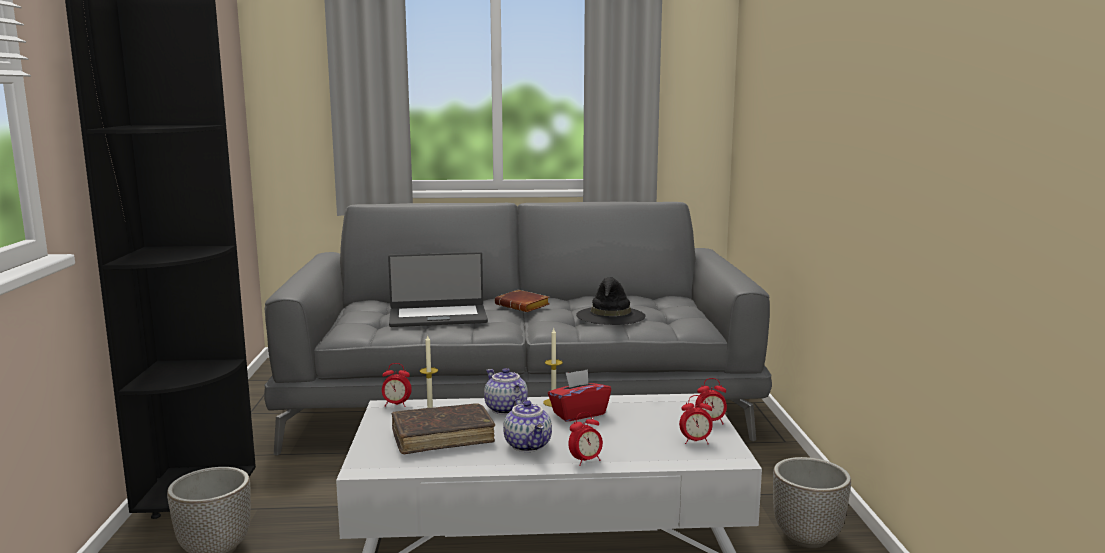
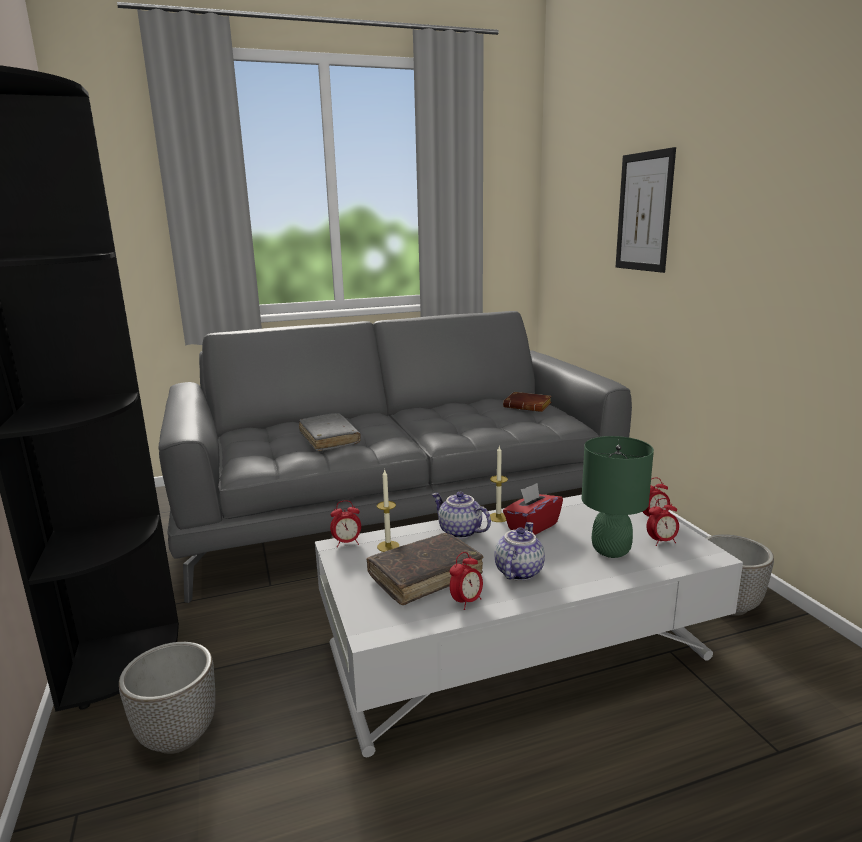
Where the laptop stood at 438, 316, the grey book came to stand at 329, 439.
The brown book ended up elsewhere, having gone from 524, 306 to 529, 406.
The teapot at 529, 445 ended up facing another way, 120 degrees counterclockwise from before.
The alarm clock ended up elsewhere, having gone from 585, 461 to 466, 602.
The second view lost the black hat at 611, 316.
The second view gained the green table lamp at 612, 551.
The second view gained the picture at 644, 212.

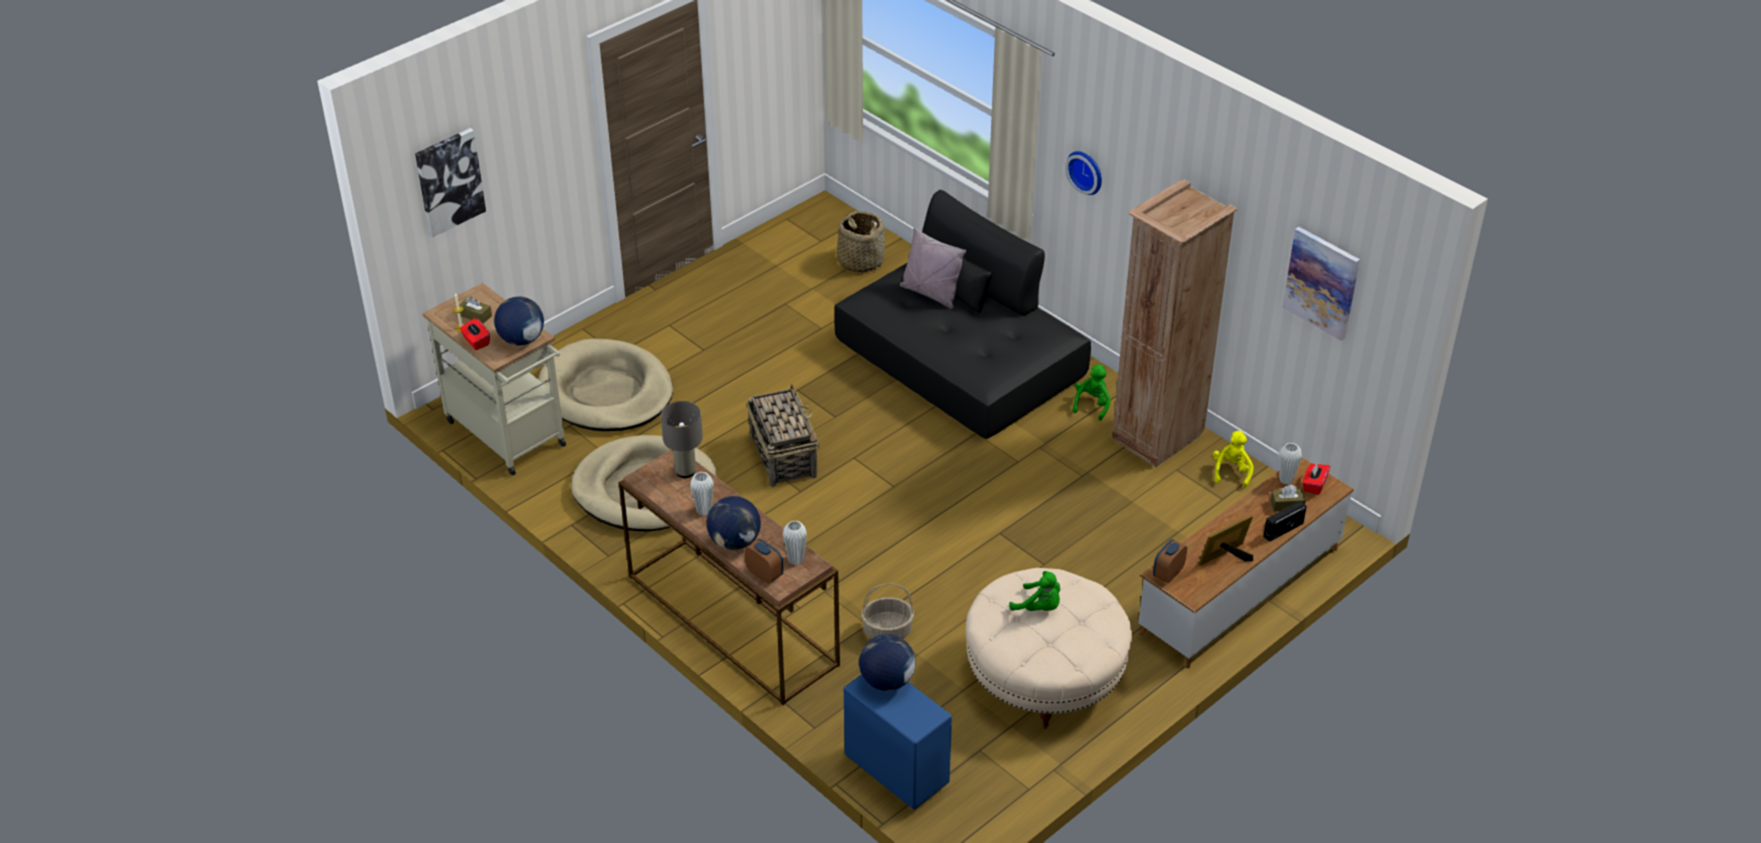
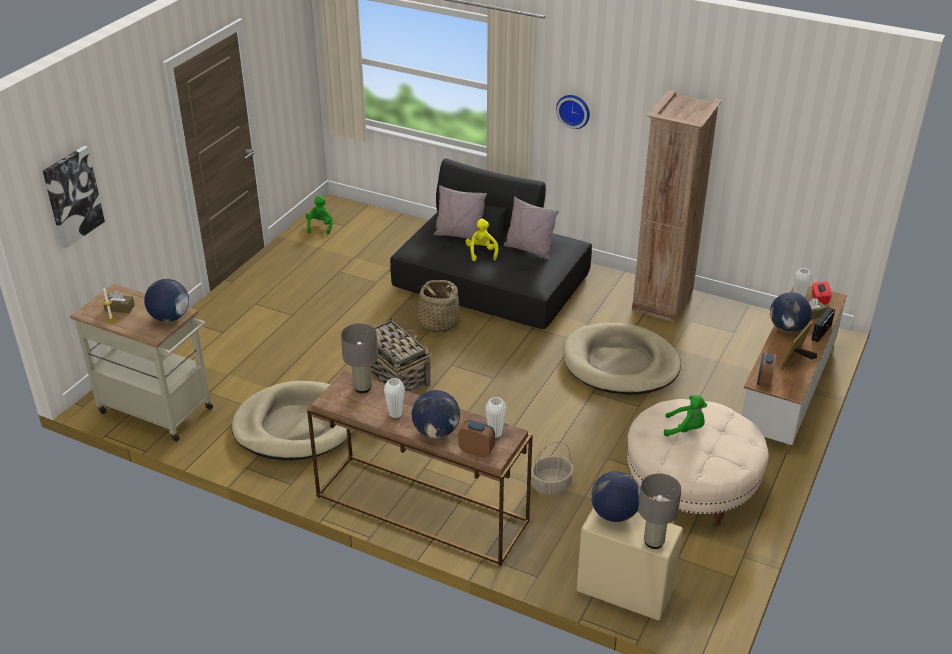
The second view lost the red tissue box at 476, 341.
The beige dog bed ended up elsewhere, having gone from 606, 392 to 620, 364.
The basket ended up elsewhere, having gone from 860, 261 to 438, 323.
What was the blue nightstand at 898, 771 turned into the beige nightstand at 624, 593.
The green plush toy ended up elsewhere, having gone from 1092, 405 to 320, 226.
The yellow plush toy ended up elsewhere, having gone from 1231, 472 to 481, 253.
The second view lost the picture at 1322, 282.
The second view gained the purple pillow at 529, 250.
The second view gained the grey table lamp at 654, 542.
The second view gained the globe at 787, 328.

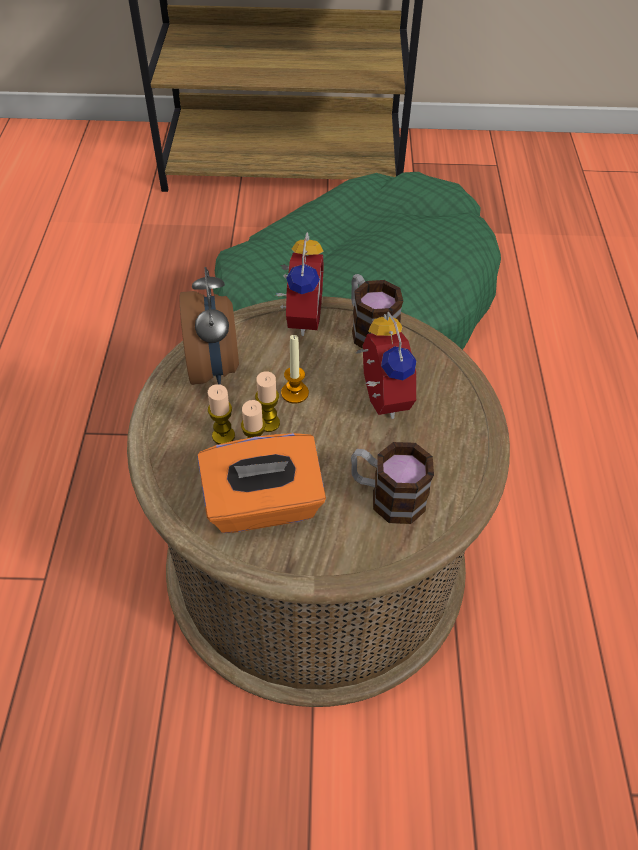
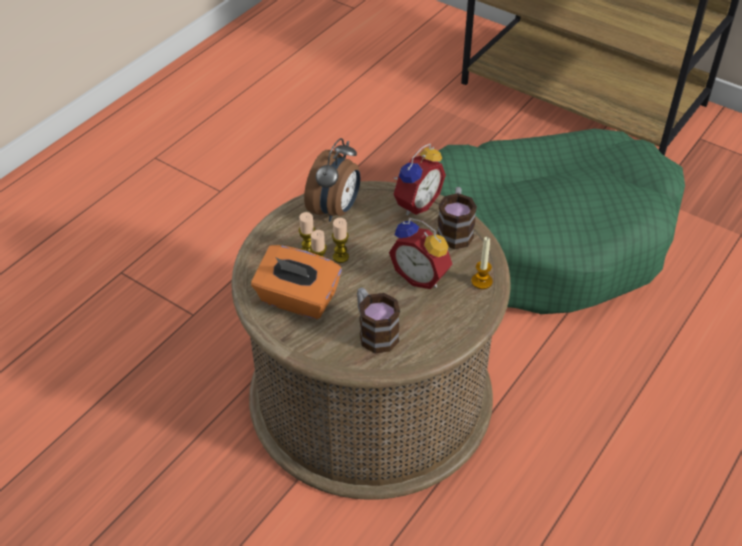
The candle ended up elsewhere, having gone from 294, 393 to 481, 281.
The alarm clock at 379, 399 ended up facing another way, 105 degrees clockwise from before.

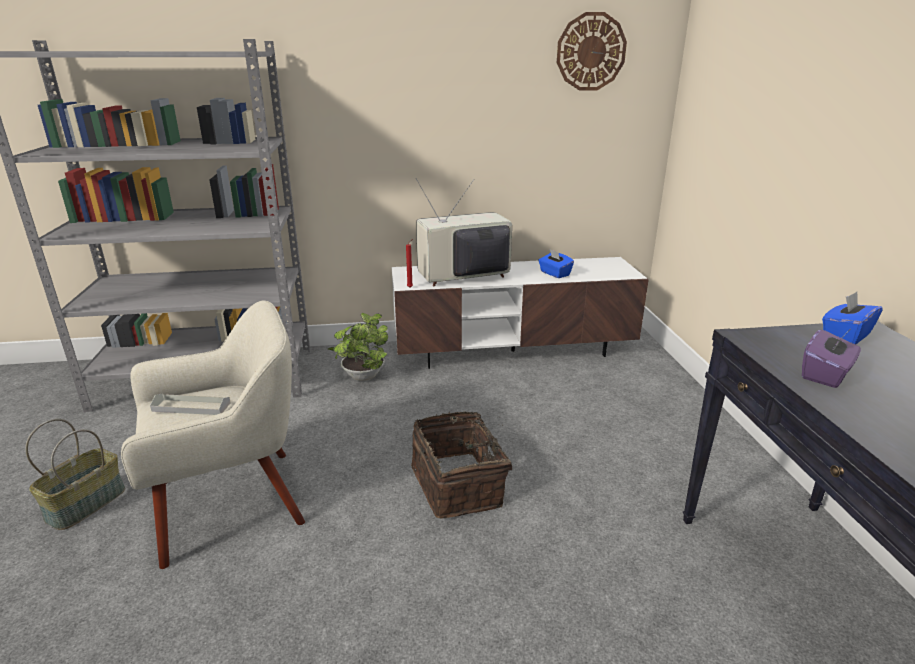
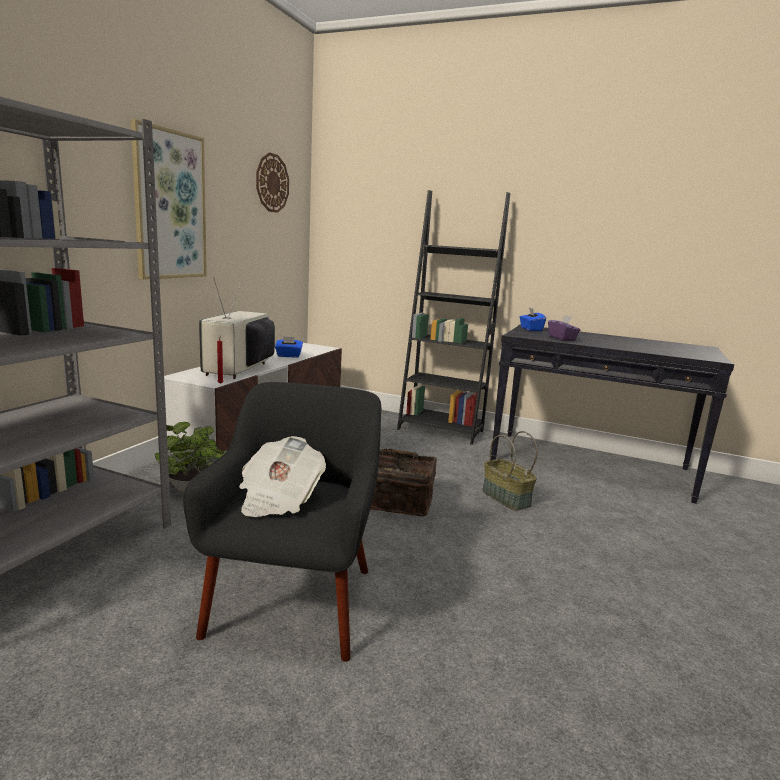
The basket ended up elsewhere, having gone from 86, 503 to 505, 498.
What was the beige armchair at 233, 502 turned into the black armchair at 295, 599.
Where the grey tray stood at 191, 407, the newspaper came to stand at 278, 498.
The second view gained the picture at 169, 205.
The second view gained the black bookcase at 440, 430.

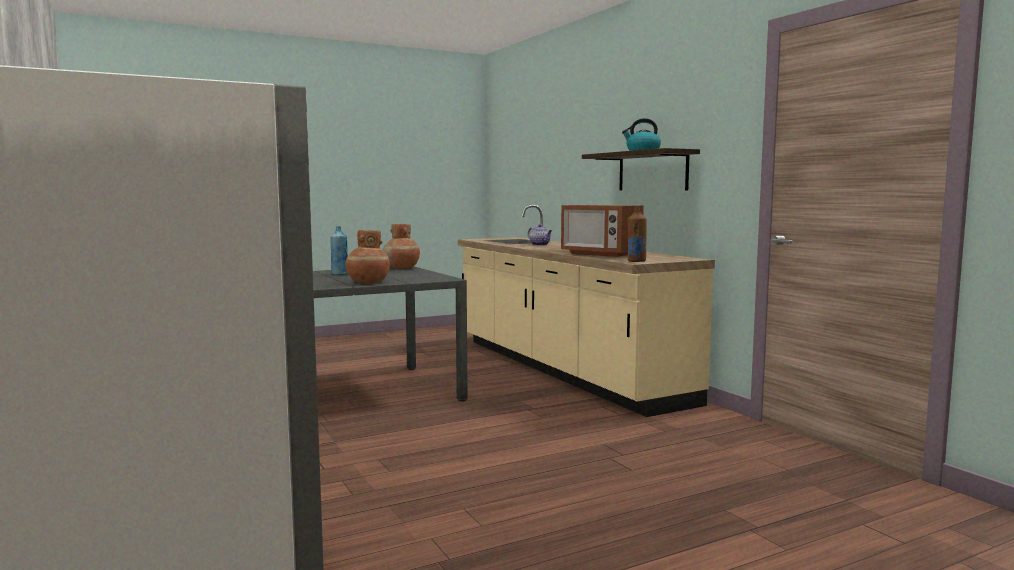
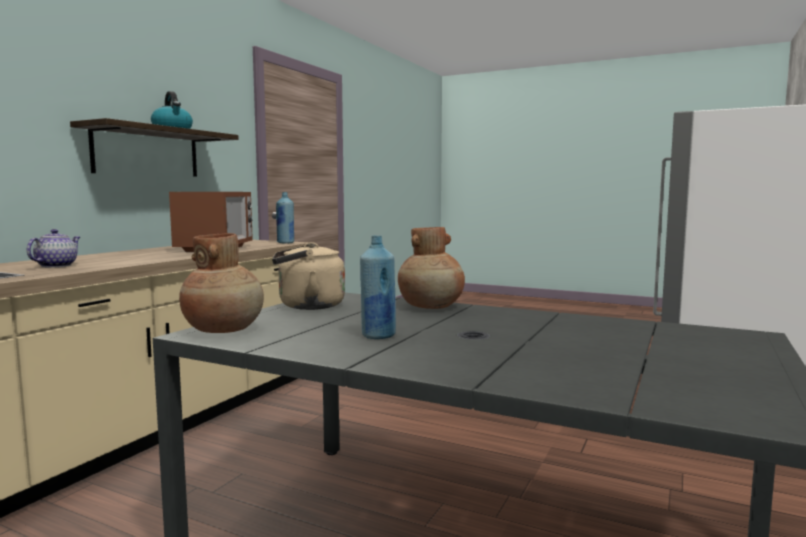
What was the brown bottle at 636, 261 turned into the blue bottle at 285, 243.
The second view gained the beige kettle at 307, 306.

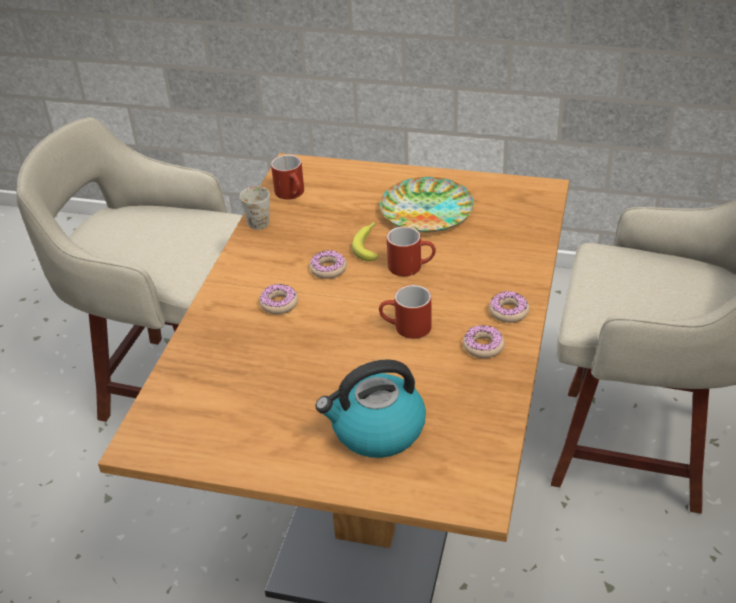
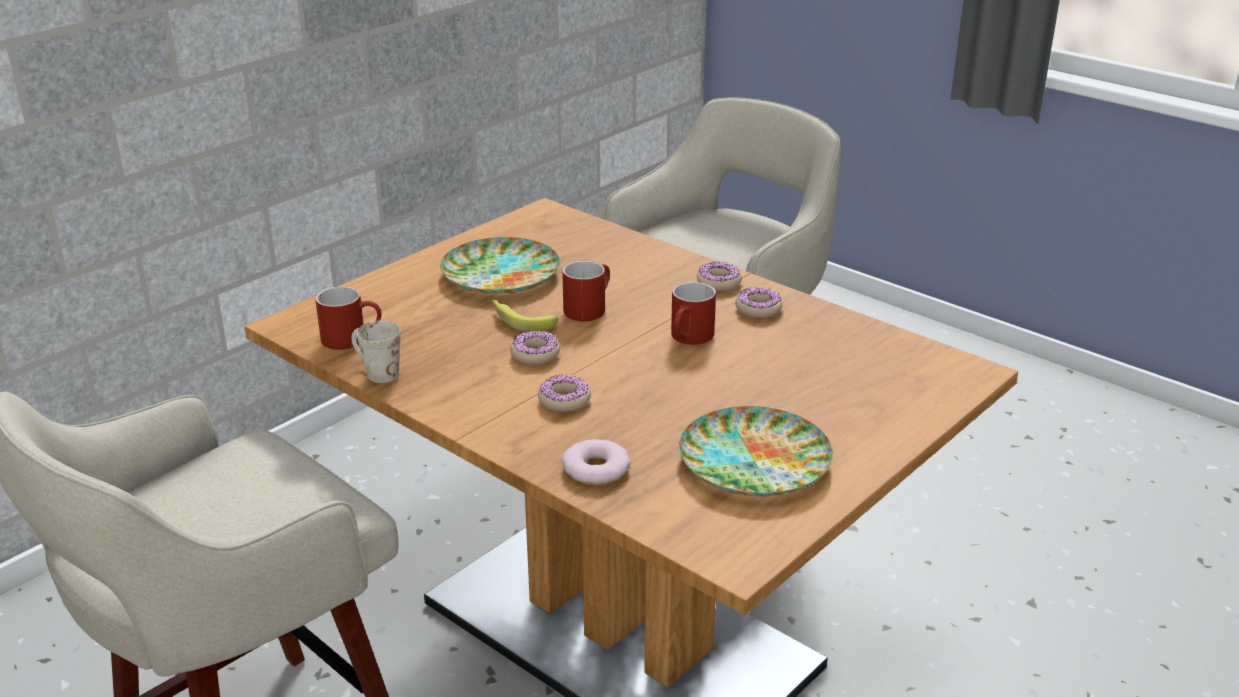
The second view lost the kettle at 376, 430.
The second view gained the donut at 595, 469.
The second view gained the plate at 754, 461.

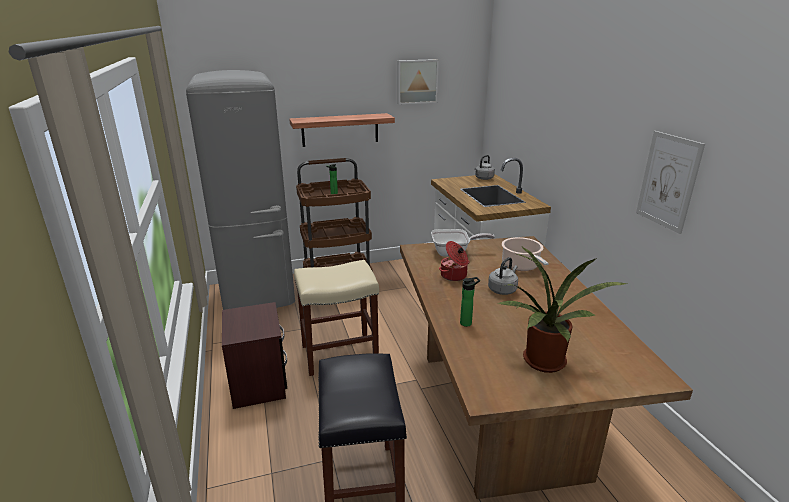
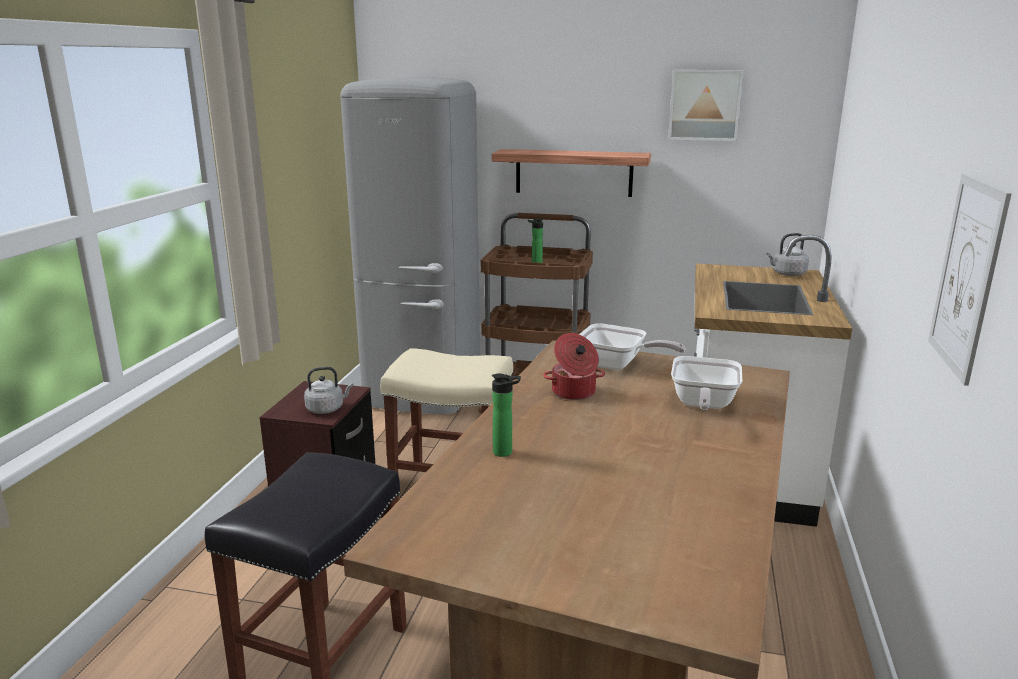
The grey kettle ended up elsewhere, having gone from 503, 289 to 327, 409.
The second view lost the potted plant at 543, 364.
Where the cooking pot stood at 521, 266, the frying pan came to stand at 702, 405.

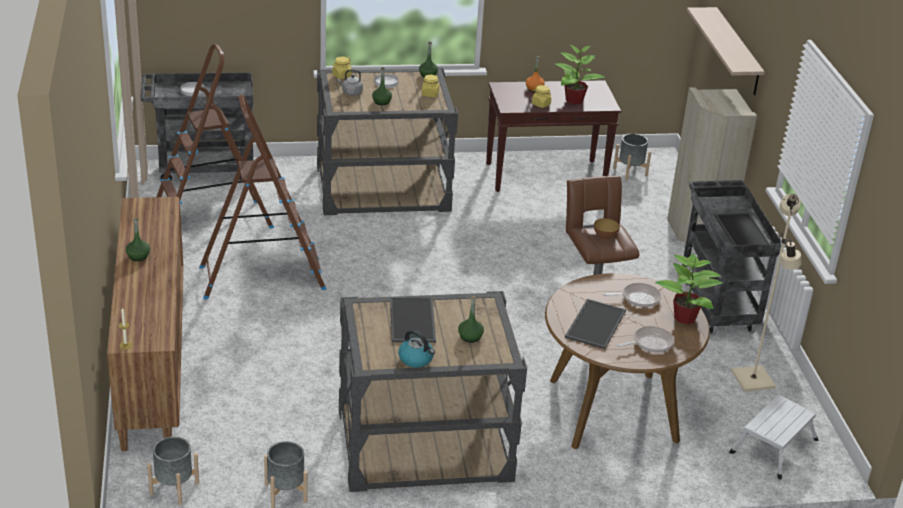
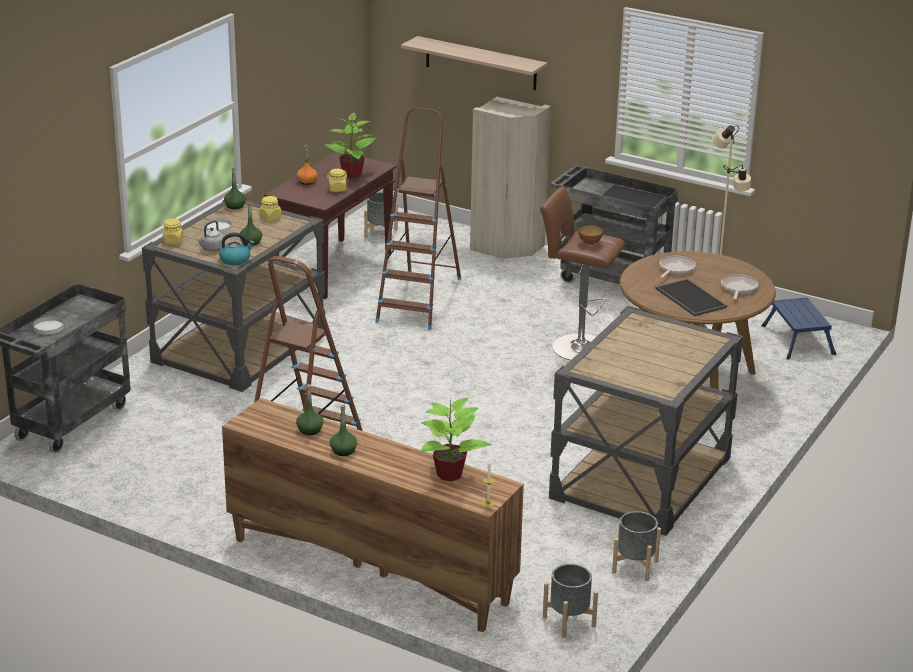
The brown step ladder ended up elsewhere, having gone from 210, 224 to 419, 300.
The second view lost the tray at 413, 320.
The kettle ended up elsewhere, having gone from 416, 359 to 235, 259.
The green bottle ended up elsewhere, having gone from 470, 337 to 310, 430.
The potted plant ended up elsewhere, having gone from 685, 318 to 450, 474.
What was the white step ladder at 773, 446 turned into the blue step ladder at 798, 340.

